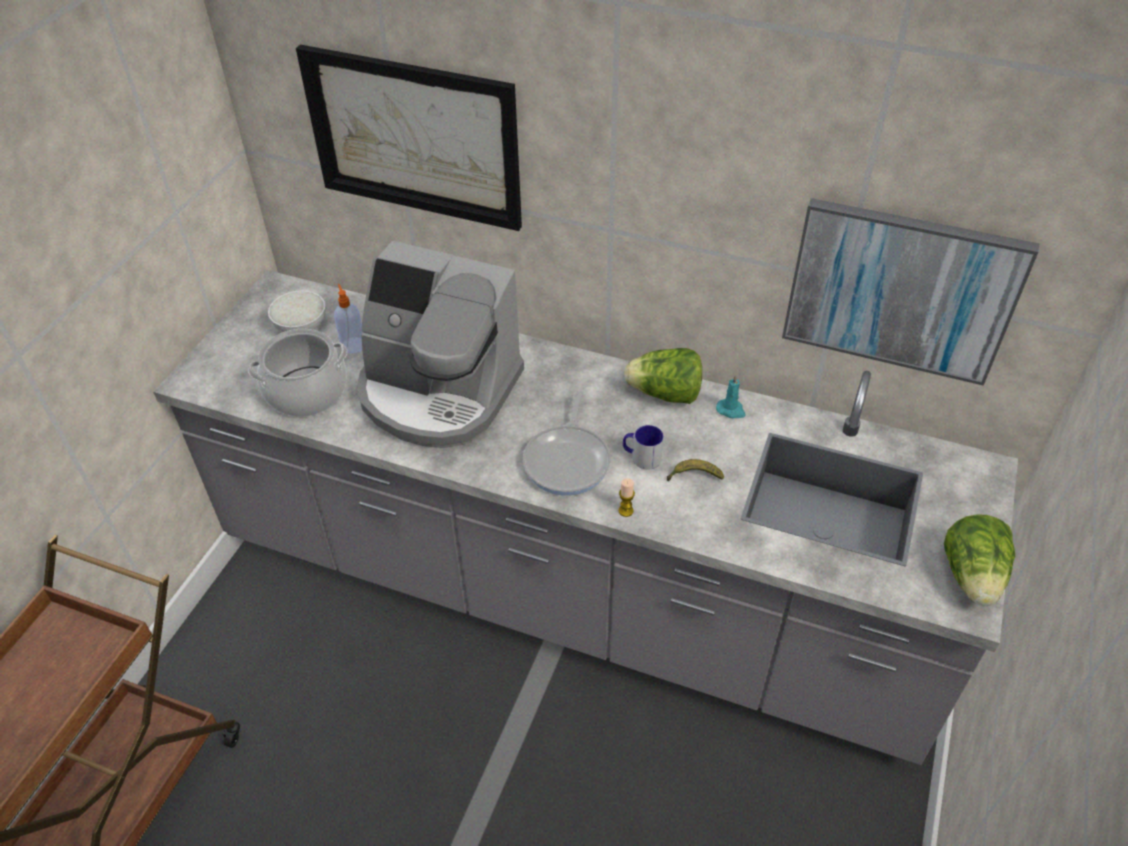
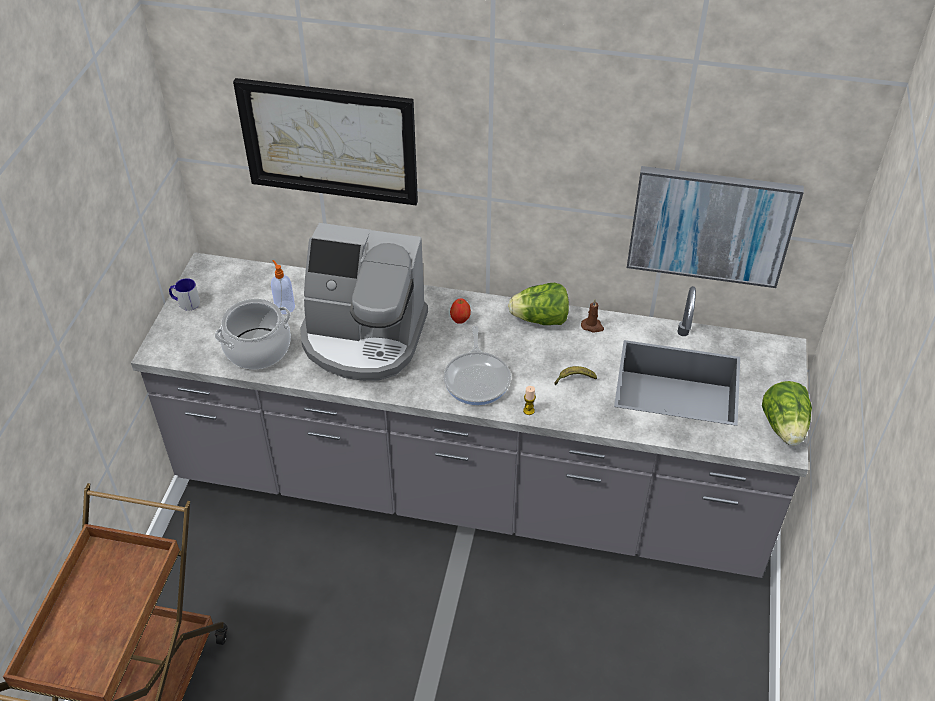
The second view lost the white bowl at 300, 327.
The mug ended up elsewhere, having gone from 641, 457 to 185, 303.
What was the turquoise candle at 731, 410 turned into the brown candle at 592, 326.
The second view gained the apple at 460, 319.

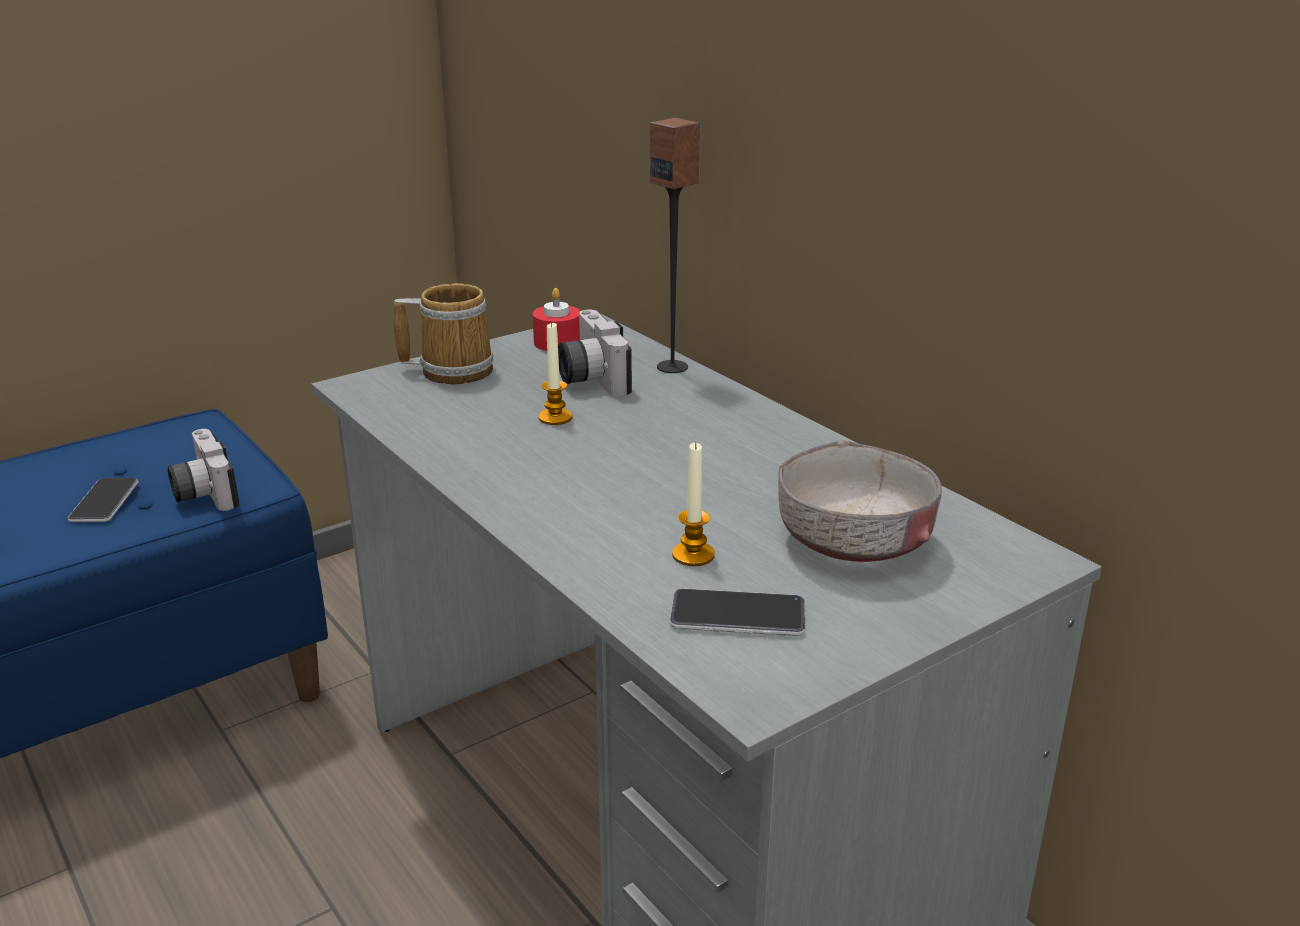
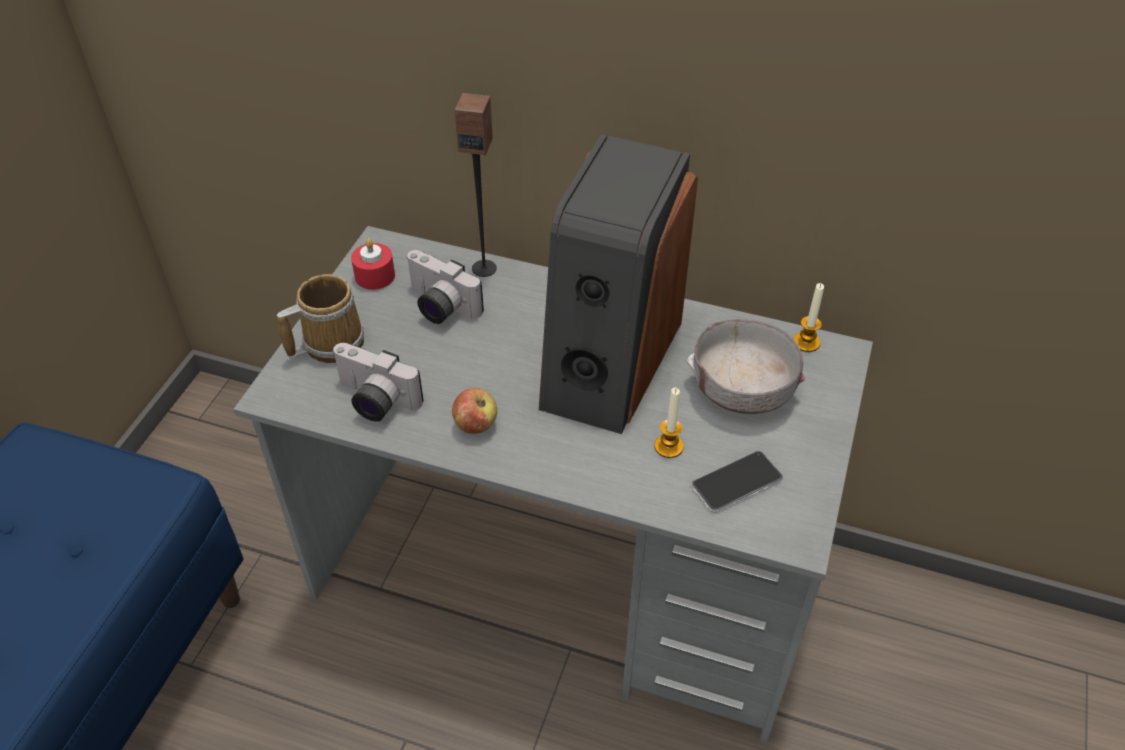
The second view lost the phone at 104, 501.
The photo camera ended up elsewhere, having gone from 202, 493 to 373, 401.
The candle ended up elsewhere, having gone from 555, 417 to 806, 342.
The second view gained the apple at 476, 425.
The second view gained the speaker at 609, 361.

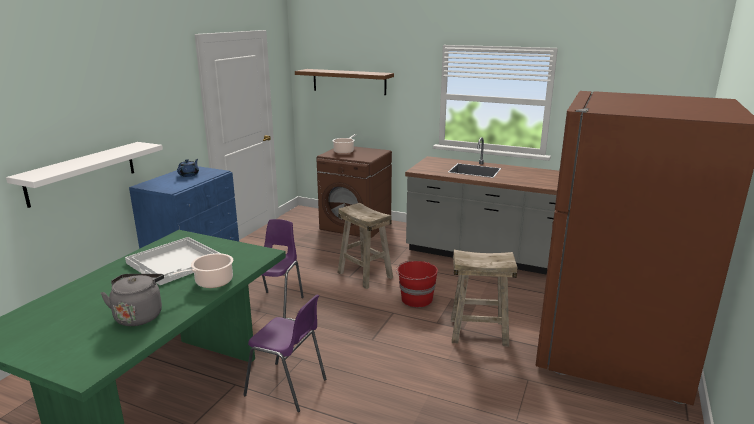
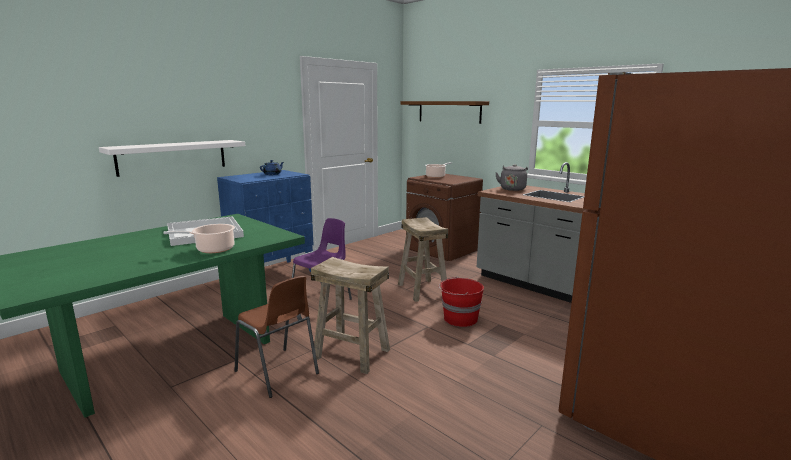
The grey kettle ended up elsewhere, having gone from 139, 315 to 512, 189.
What was the purple chair at 288, 388 turned into the brown chair at 278, 373.
The beige stool ended up elsewhere, having gone from 479, 332 to 352, 353.

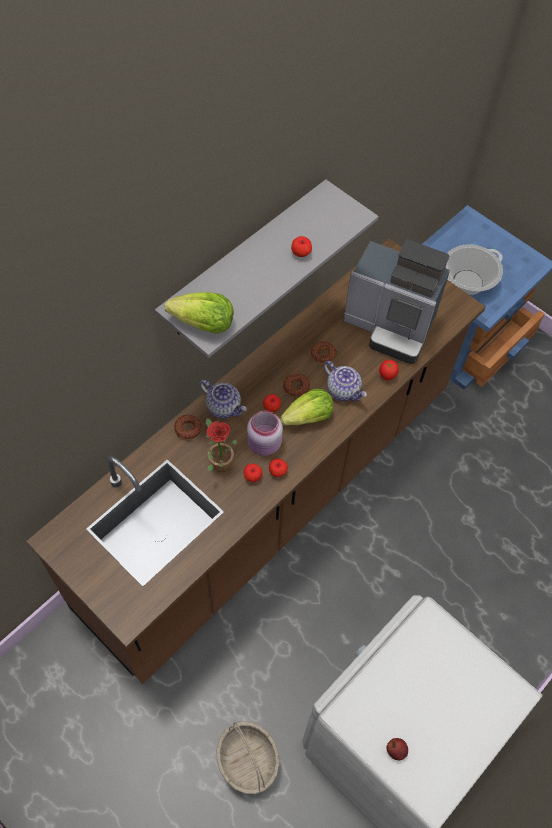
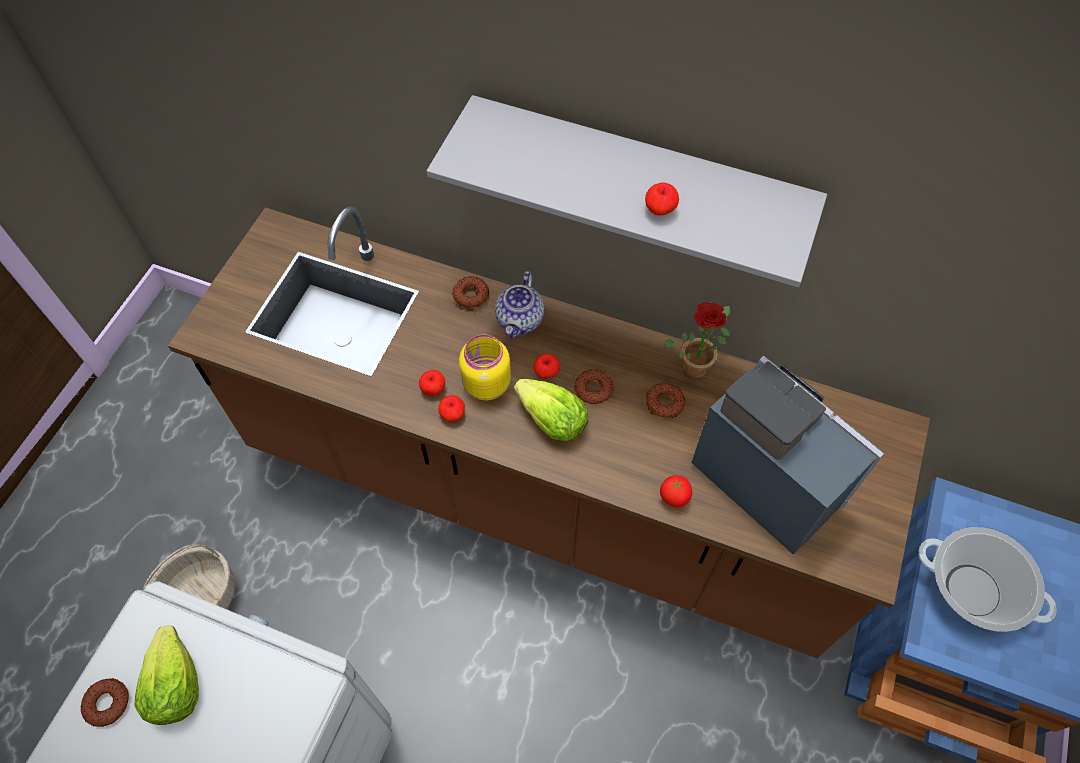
The lettuce ended up elsewhere, having gone from 204, 324 to 175, 686.
The potted plant ended up elsewhere, having gone from 218, 462 to 696, 364.
What was the pink jar at 264, 445 turned into the yellow jar at 485, 385.
The second view lost the teapot at 343, 390.
The coffee machine at 391, 326 ended up facing another way, 135 degrees clockwise from before.
Where the apple stood at 396, 750, the donut came to stand at 107, 703.

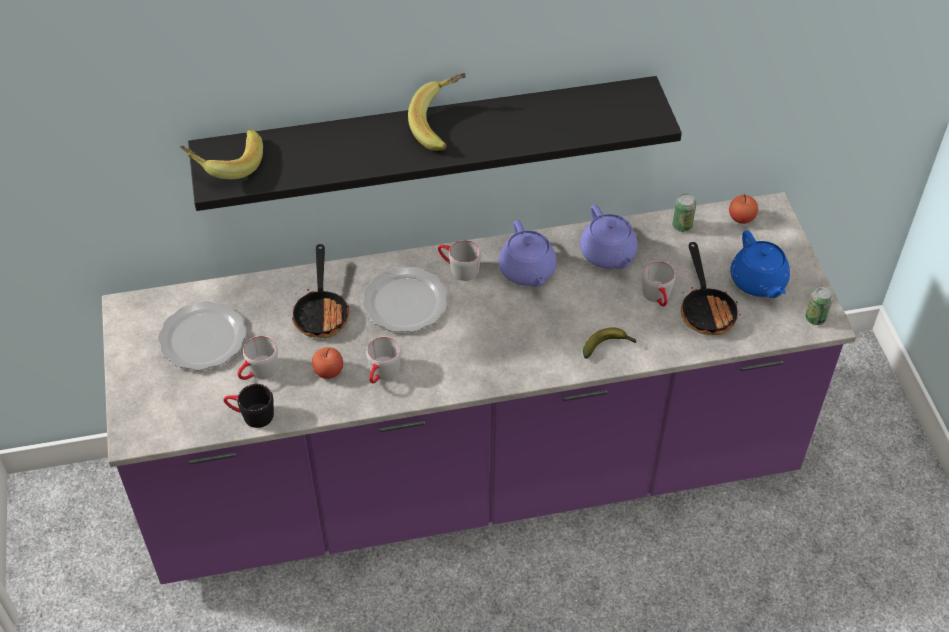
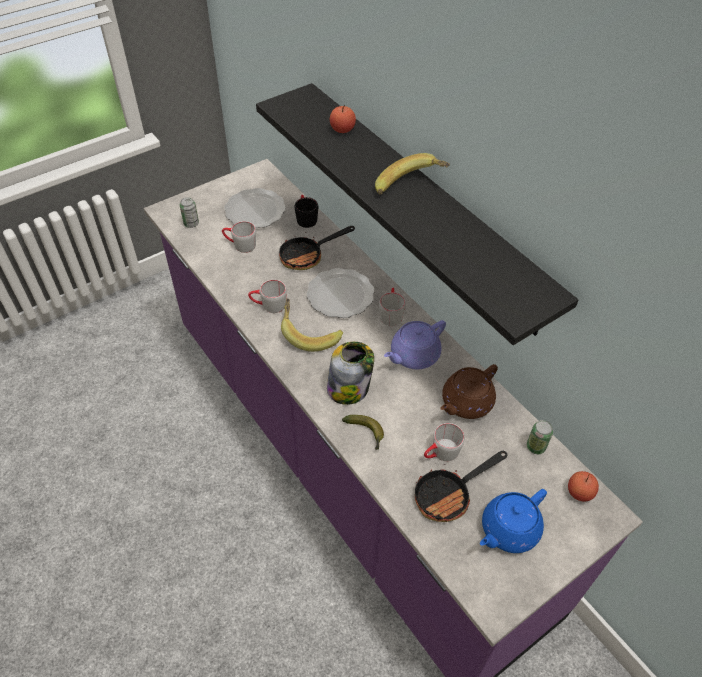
The banana ended up elsewhere, having gone from 225, 164 to 309, 333.
The black mug ended up elsewhere, having gone from 251, 415 to 305, 217.
The apple ended up elsewhere, having gone from 328, 371 to 342, 129.
What was the purple teapot at 608, 255 turned into the brown teapot at 465, 403.
The can ended up elsewhere, having gone from 815, 318 to 191, 224.
The second view gained the jar at 349, 388.

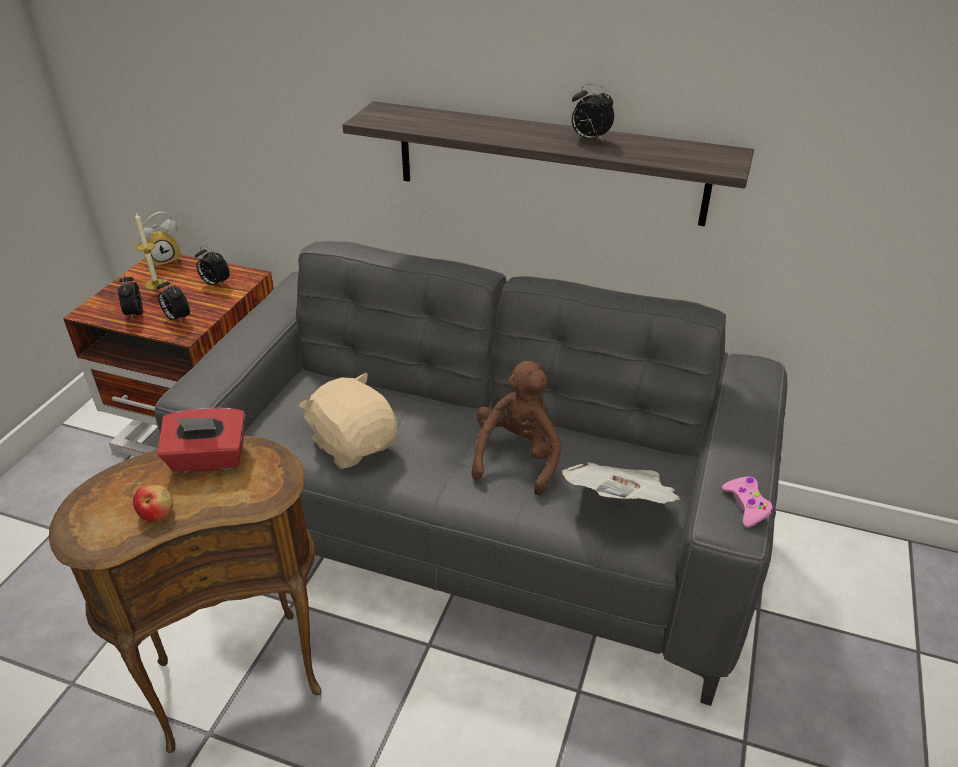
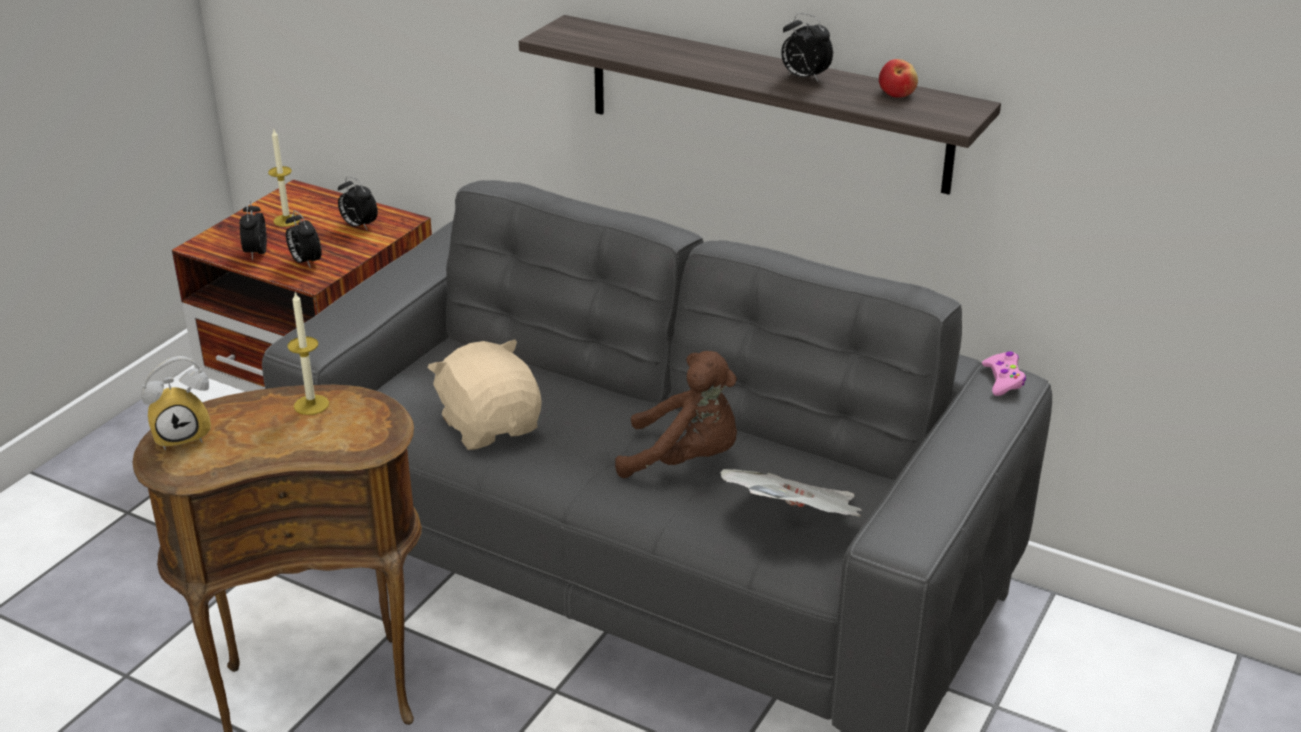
The apple ended up elsewhere, having gone from 157, 513 to 897, 94.
The alarm clock ended up elsewhere, having gone from 165, 260 to 184, 434.
Where the red tissue box stood at 208, 459, the candle came to stand at 311, 405.
The brown plush toy at 517, 457 ended up facing another way, 75 degrees clockwise from before.
The pink game controller ended up elsewhere, having gone from 746, 505 to 1003, 380.

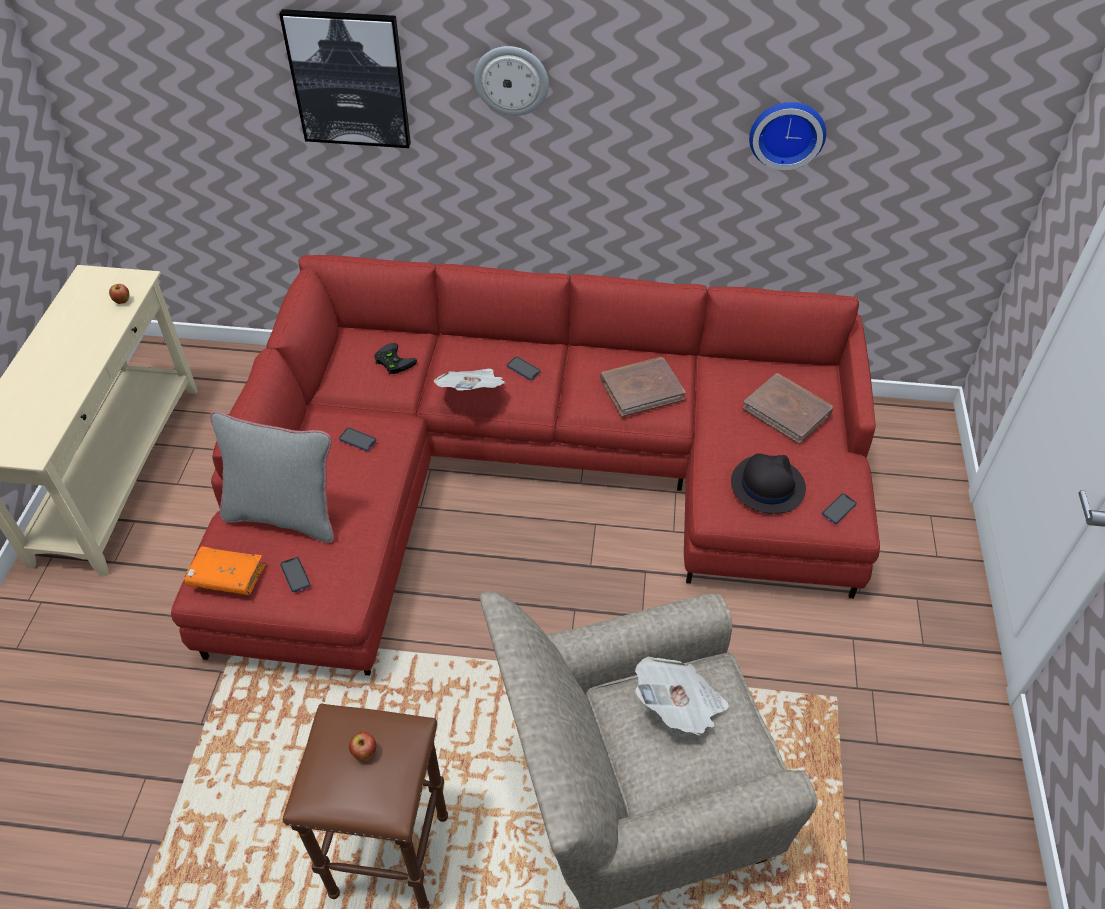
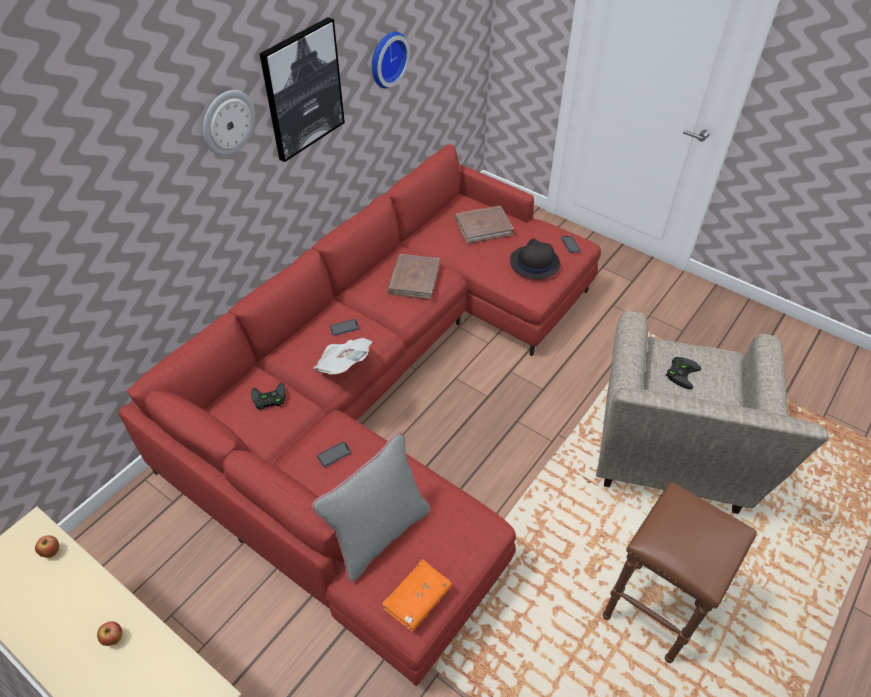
The picture ended up elsewhere, having gone from 349, 79 to 303, 90.
The second view lost the phone at 295, 575.
The apple ended up elsewhere, having gone from 365, 753 to 114, 638.
Where the newspaper stood at 679, 707, the black game controller came to stand at 681, 372.

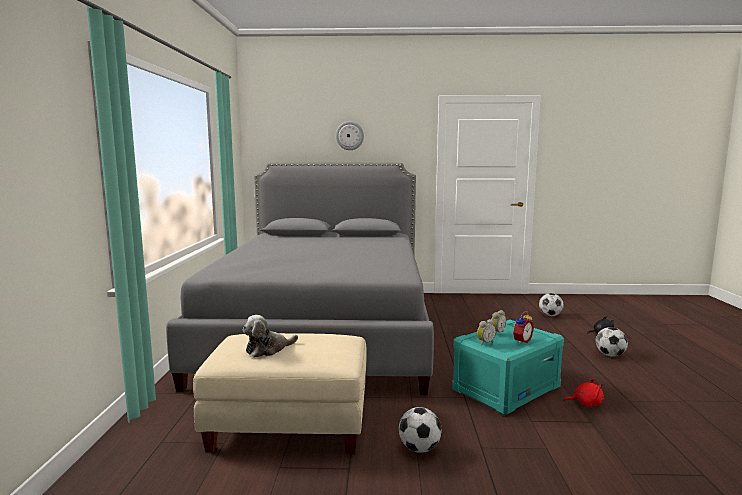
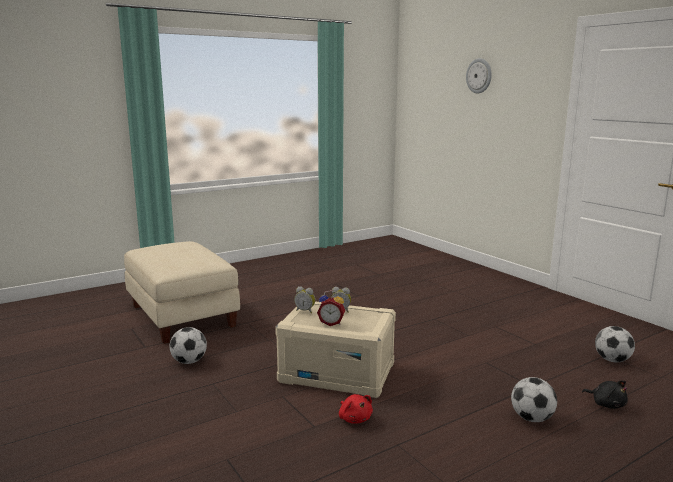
The second view lost the grey bed at 324, 330.
The second view lost the plush toy at 268, 349.
What was the turquoise storage box at 506, 388 turned into the beige storage box at 338, 373.

